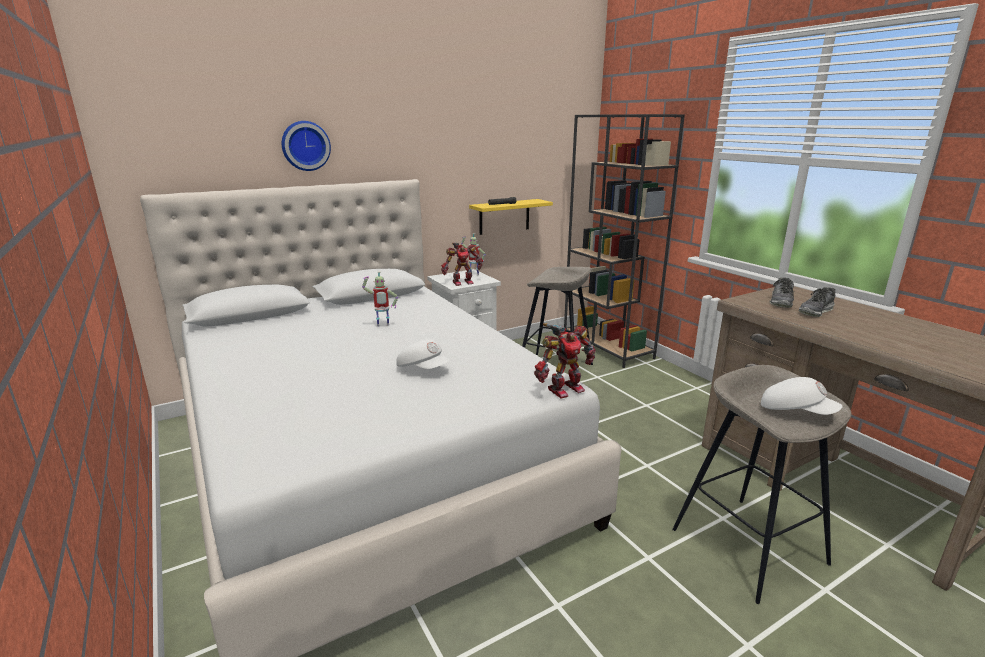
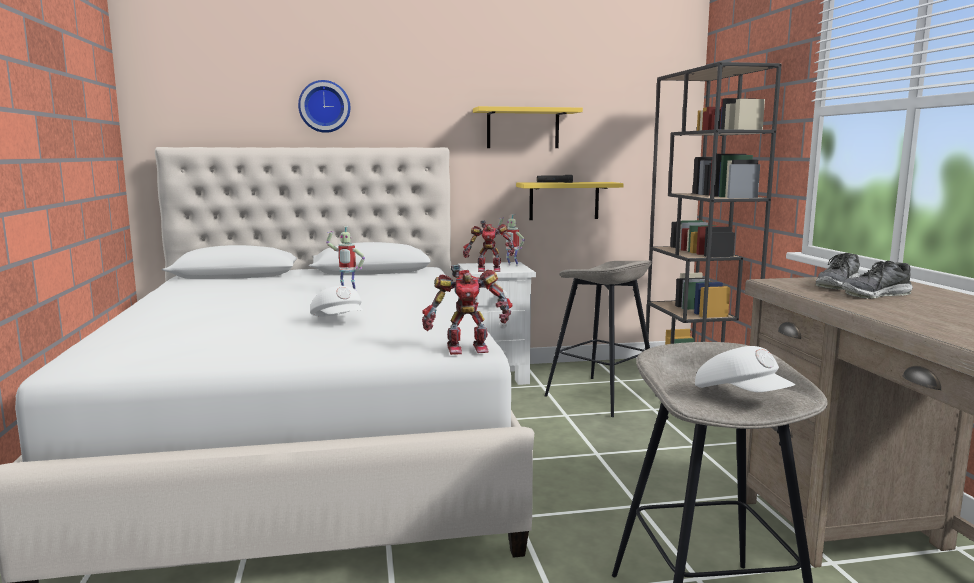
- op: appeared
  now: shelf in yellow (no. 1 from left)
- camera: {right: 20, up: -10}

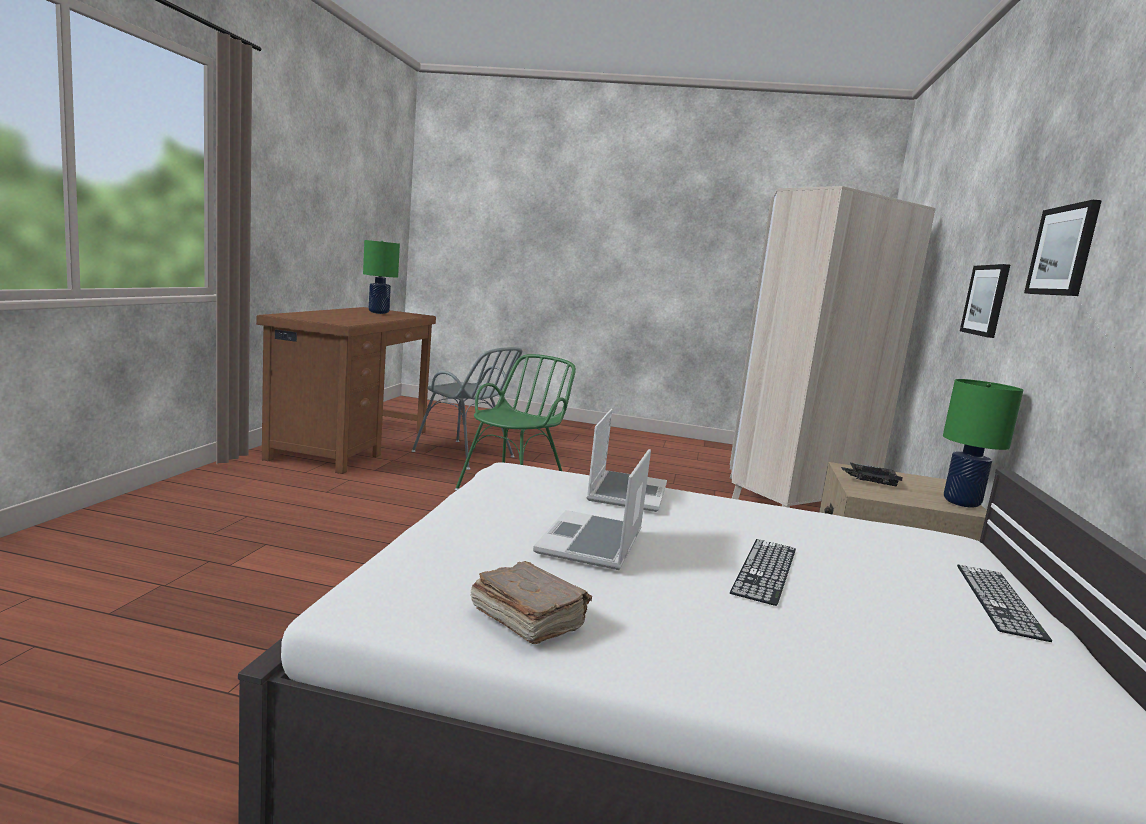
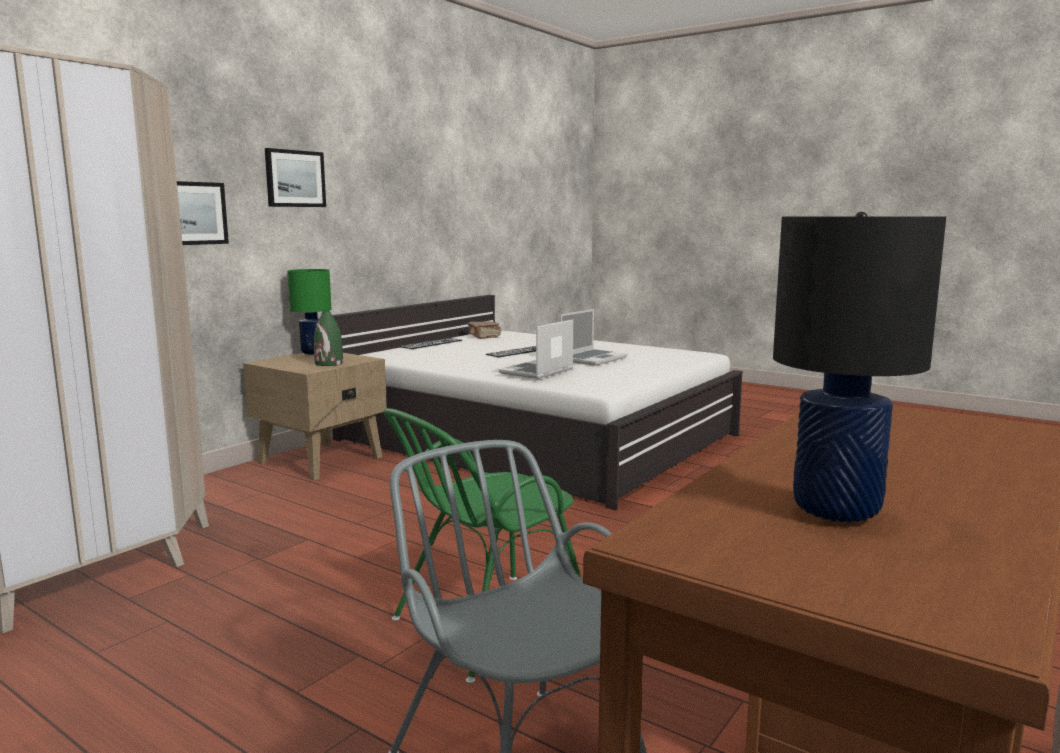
- op: colour
  was: table lamp in green (no. 1 from left)
  now: table lamp in black
- op: exchanged
  was: tray in black
  now: vase in green
- op: relocated
  was: book in brown
- camera: {right: -155, up: 0}

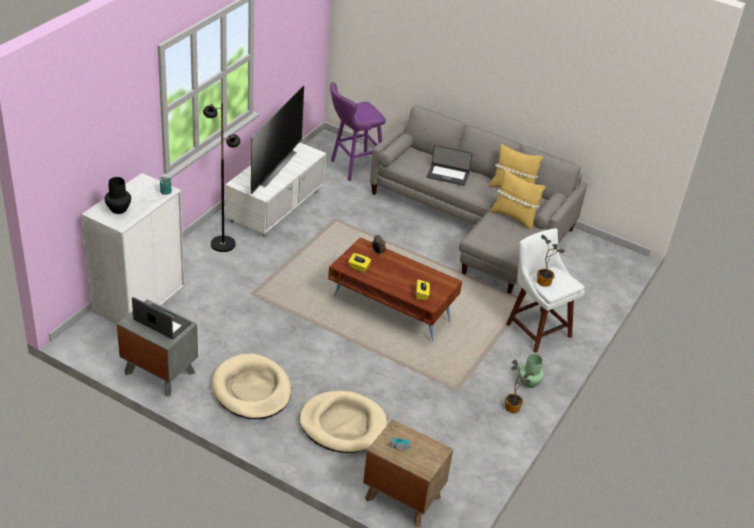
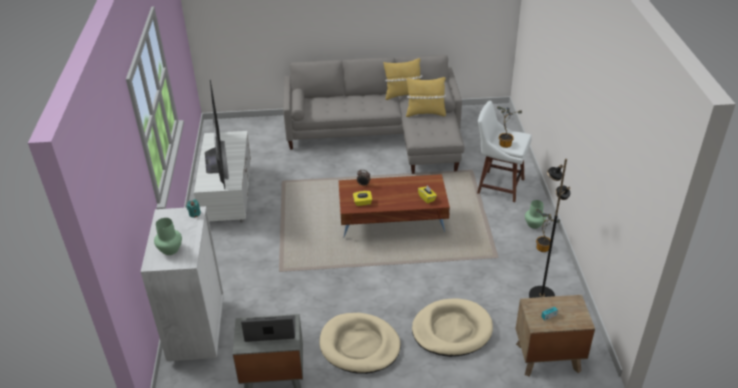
- op: missing
  was: stool in purple
- op: relocated
  was: floor lamp in black
- op: missing
  was: laptop (no. 2 from left)
- op: colour
  was: vase in black
  now: vase in green (no. 1 from left)
- camera: {right: -30, up: 0}

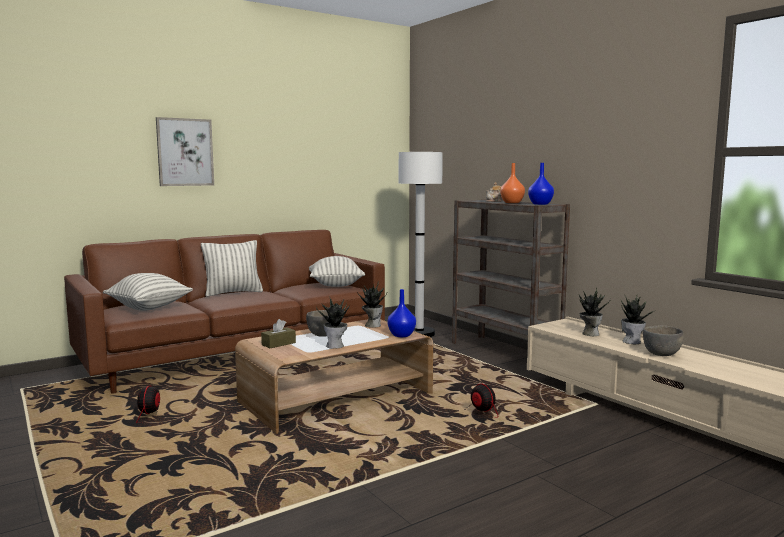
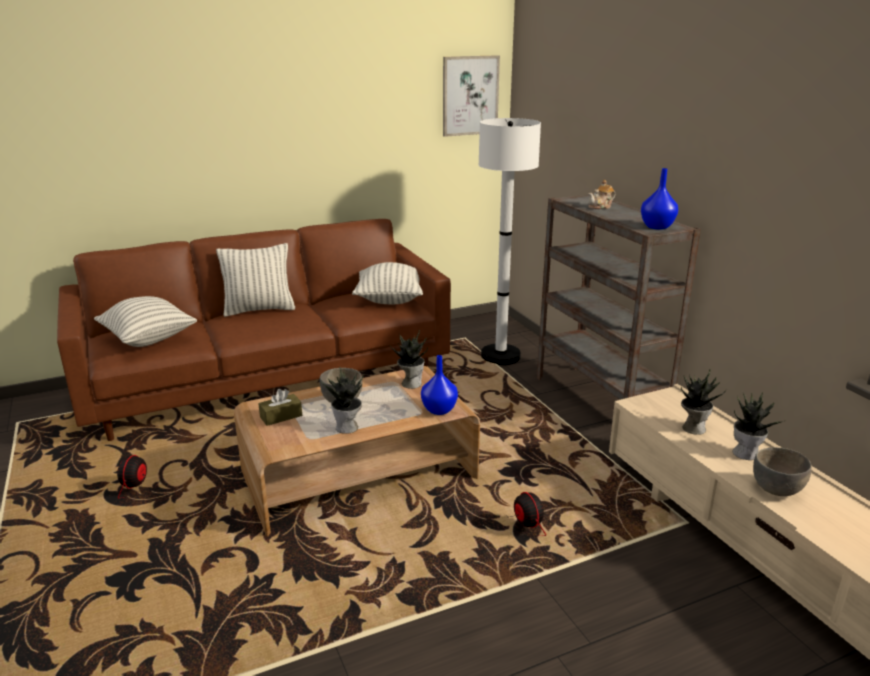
- op: relocated
  was: picture
- op: missing
  was: vase in orange
- camera: {right: 10, up: 15}

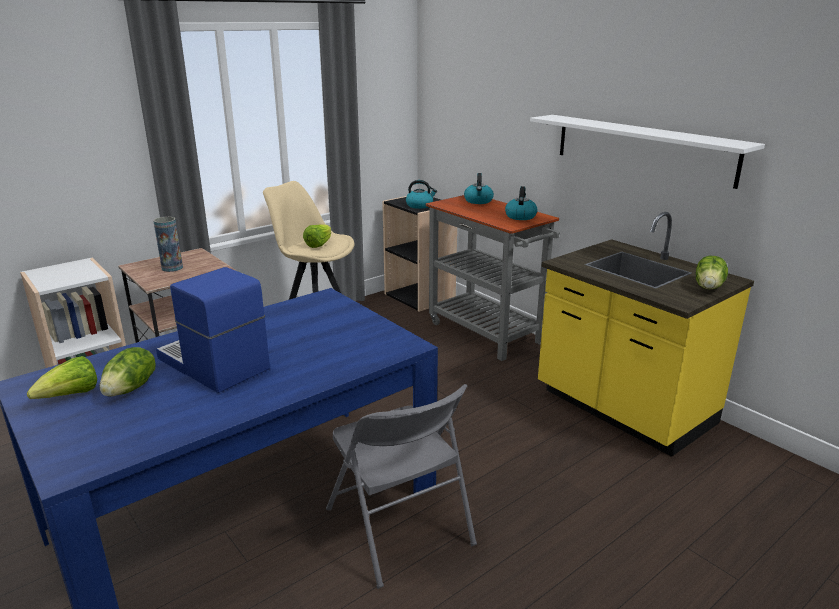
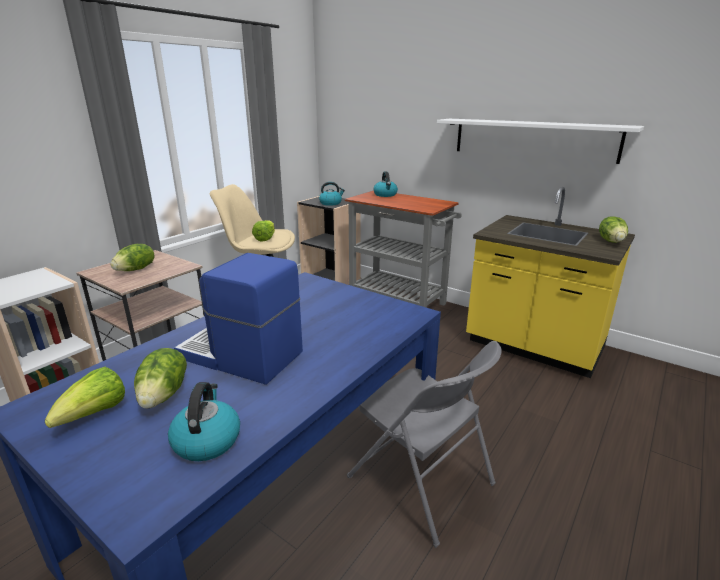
- op: relocated
  was: kettle (no. 3 from left in the first image)
  now: kettle (no. 1 from left)
- op: exchanged
  was: vase
  now: lettuce (no. 2 from left)
- camera: {right: -15, up: 0}

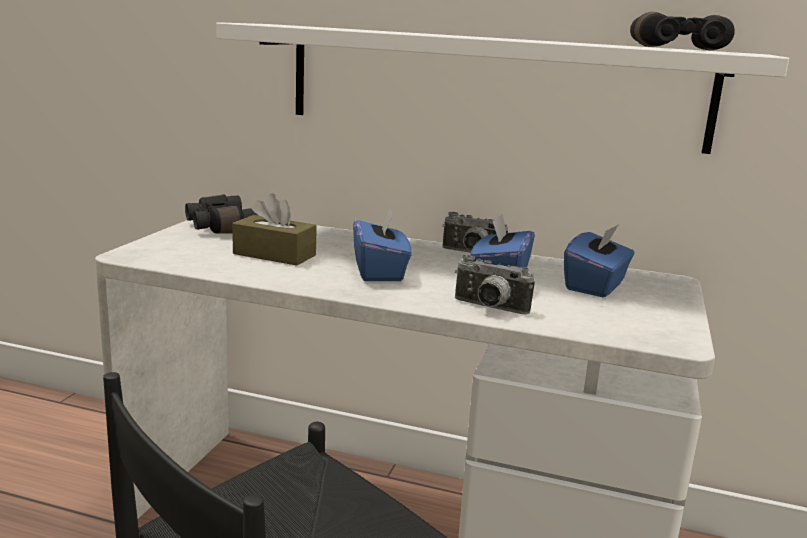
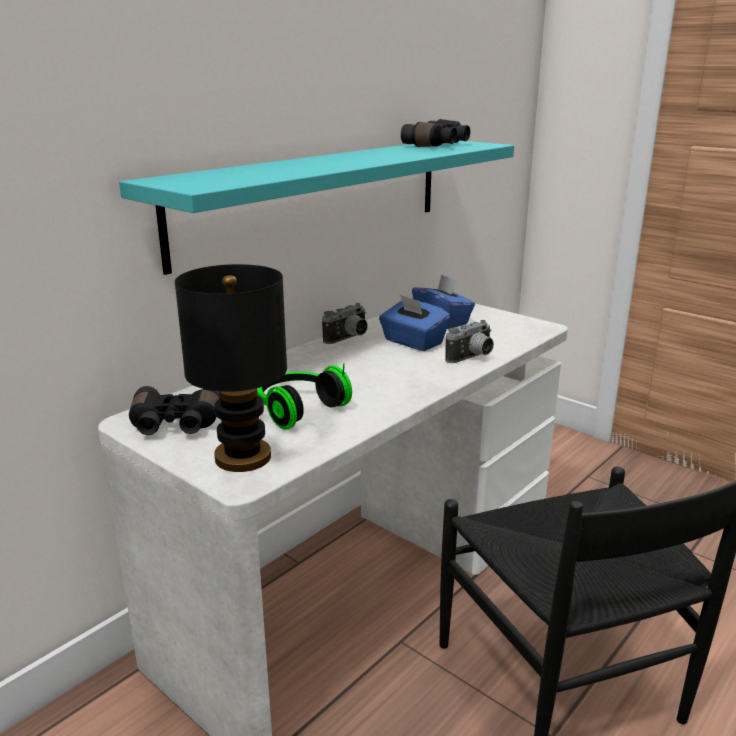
- op: colour
  was: shelf in white
  now: shelf in turquoise
- op: exchanged
  was: tissue box in brown
  now: headphones
- op: missing
  was: tissue box in blue (no. 1 from left)
- op: appeared
  now: table lamp in black
- camera: {right: -65, up: 5}

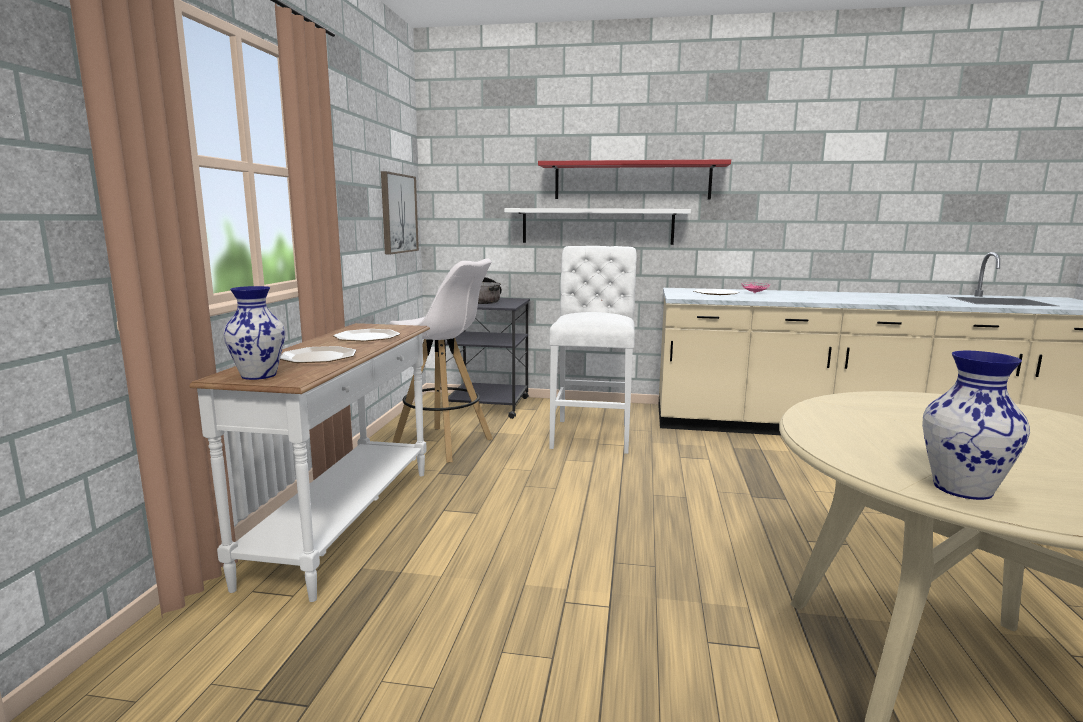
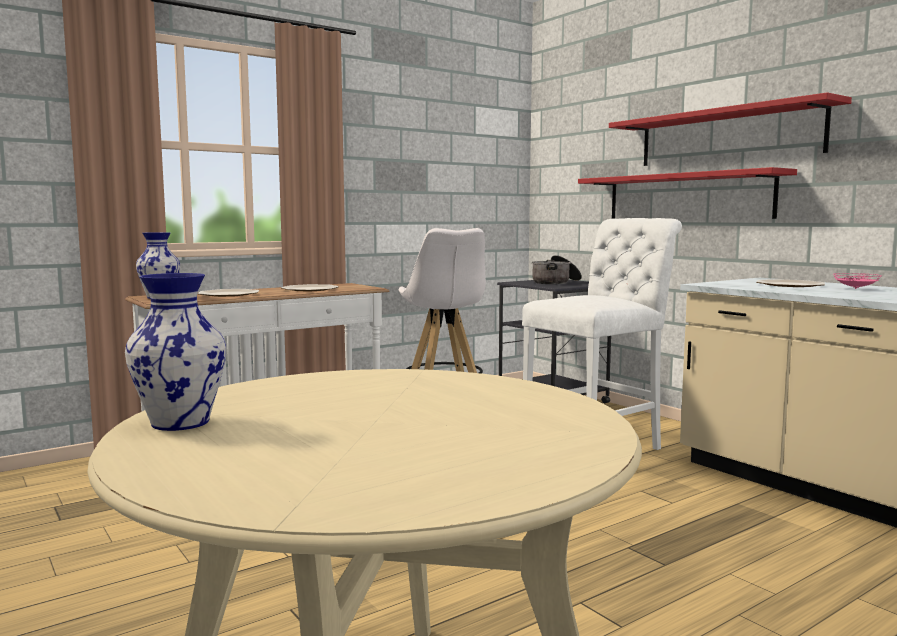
- op: missing
  was: picture
- op: colour
  was: shelf in white
  now: shelf in red (no. 1 from left)
- camera: {right: 45, up: -5}

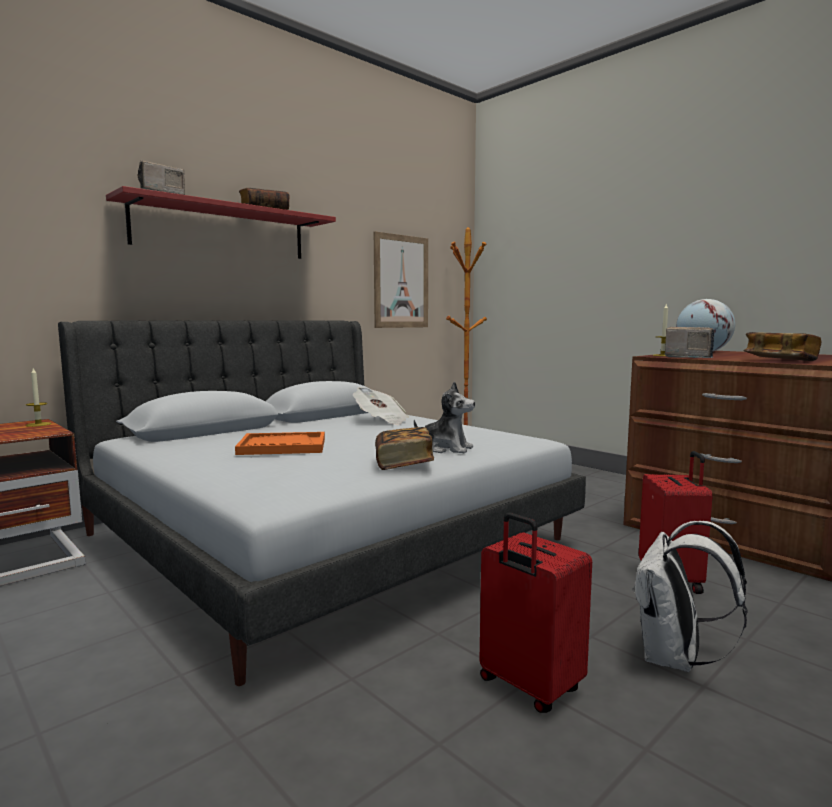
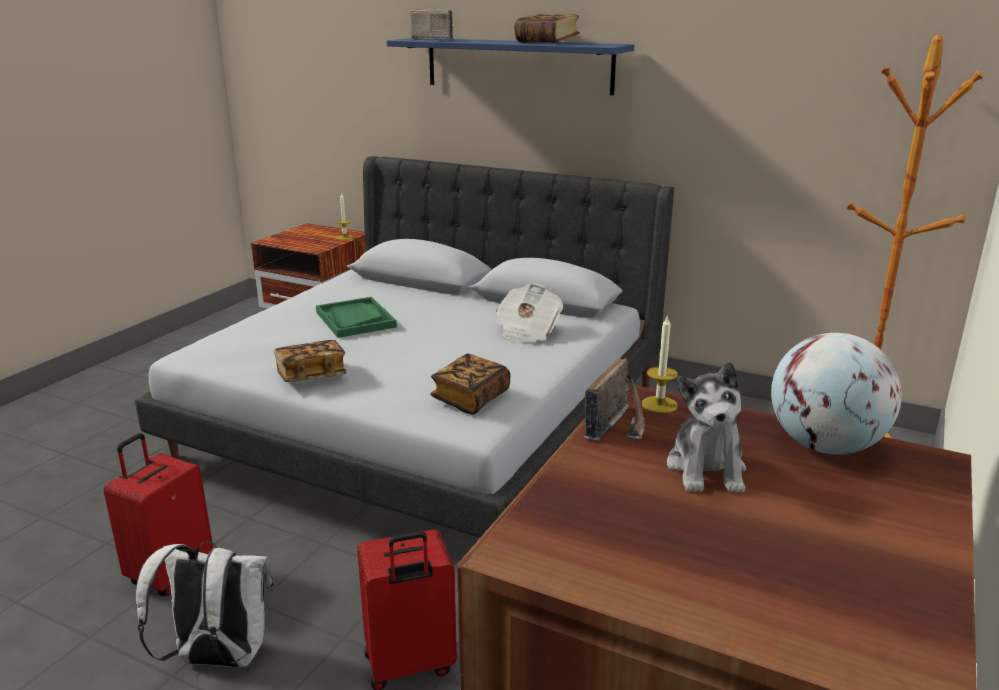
- op: colour
  was: shelf in red
  now: shelf in blue
- op: missing
  was: picture
- op: relocated
  was: book (no. 3 from left in the first image)
  now: book (no. 2 from left)
- op: relocated
  was: plush toy
- op: colour
  was: tray in orange
  now: tray in green
- camera: {right: 70, up: 15}

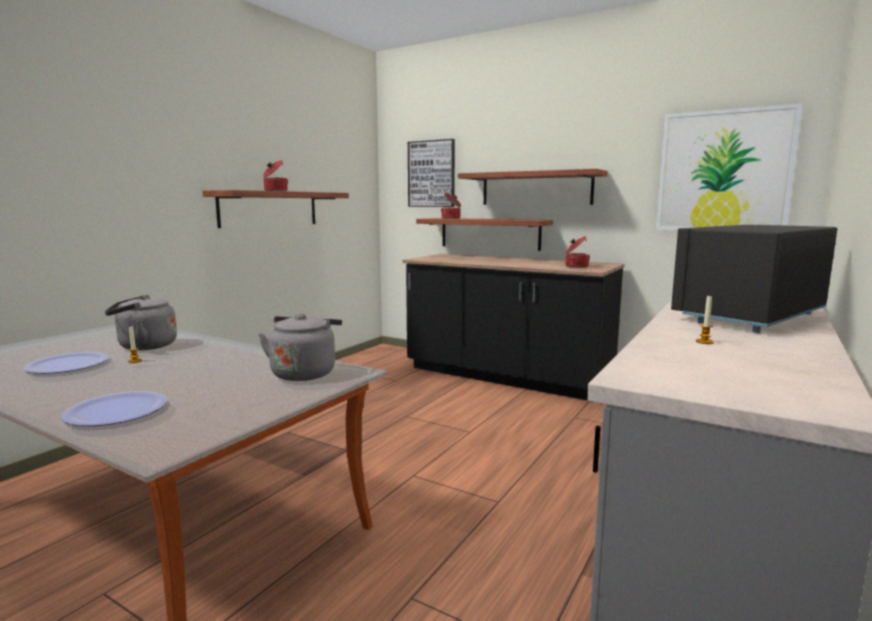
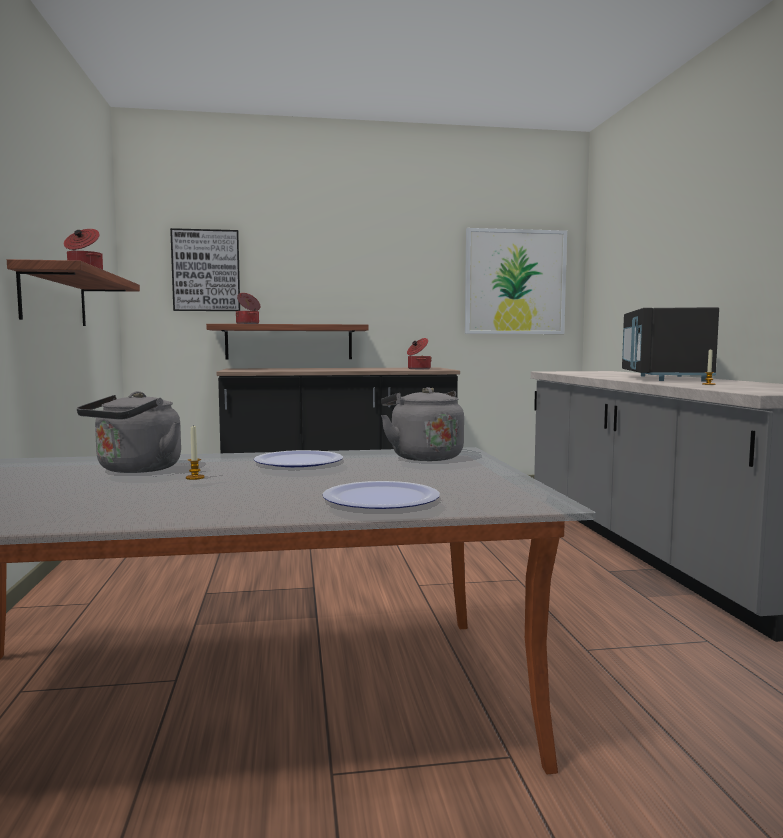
- op: missing
  was: shelf (no. 3 from left)
- op: relocated
  was: plate (no. 1 from left)
- camera: {right: -40, up: -5}

